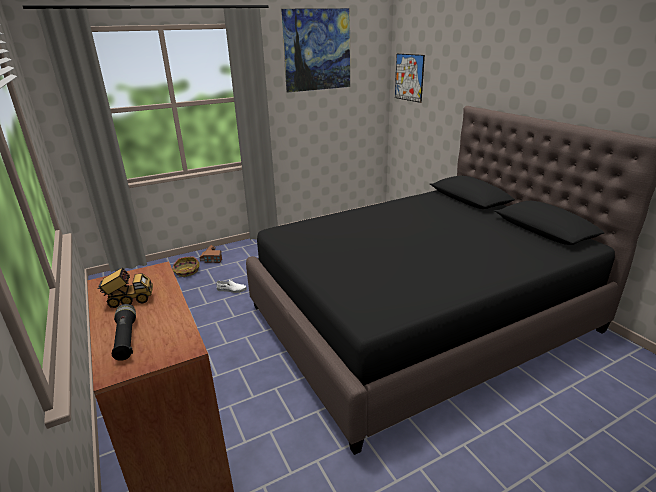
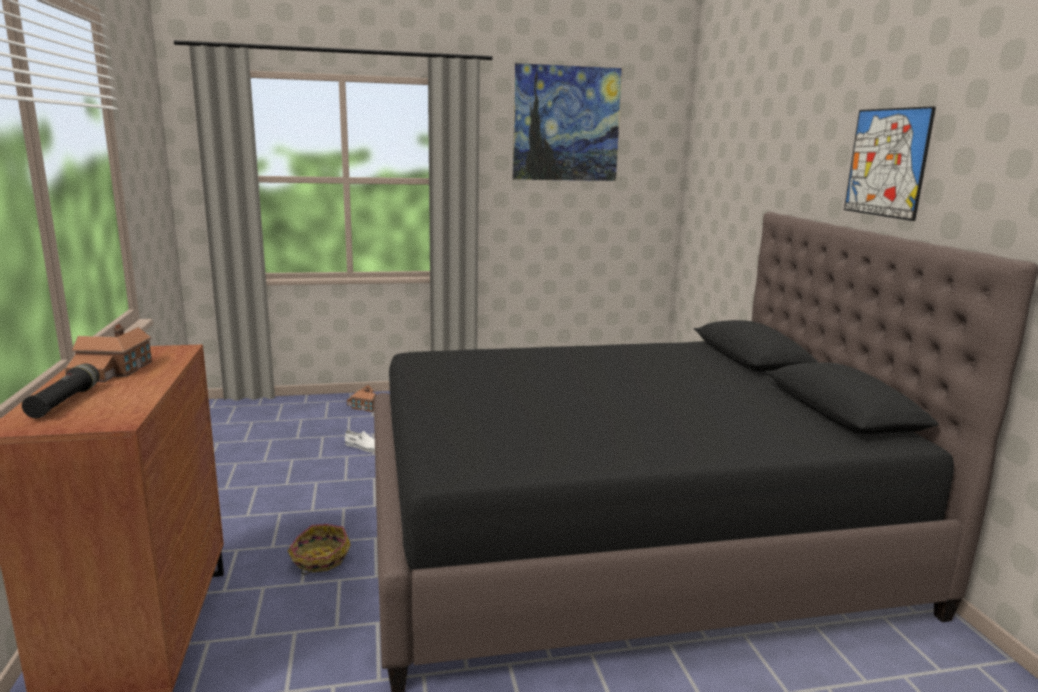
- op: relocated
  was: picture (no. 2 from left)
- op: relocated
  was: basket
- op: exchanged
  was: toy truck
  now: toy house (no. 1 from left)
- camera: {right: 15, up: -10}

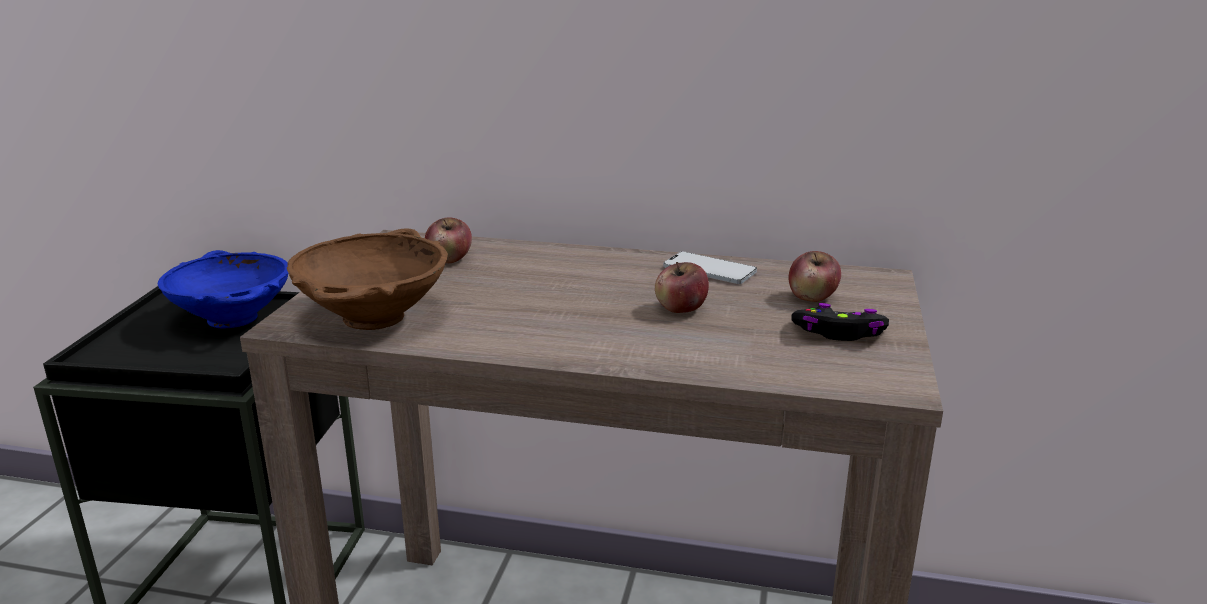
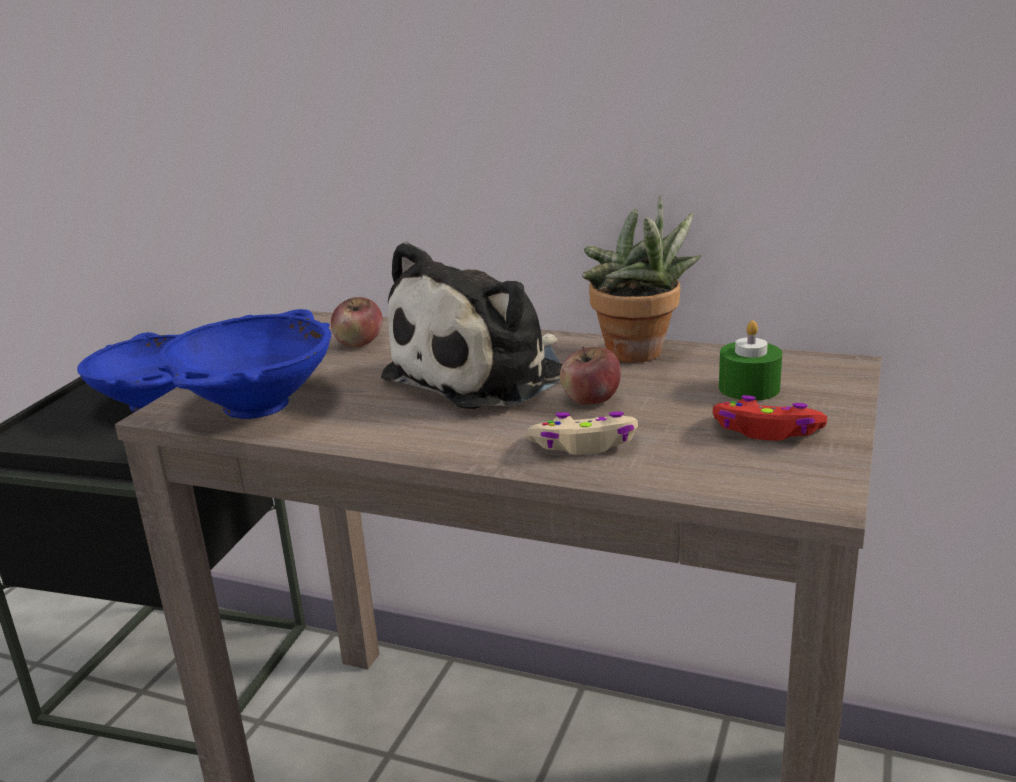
- op: colour
  was: bowl in brown
  now: bowl in blue (no. 2 from left)
- op: exchanged
  was: apple (no. 3 from left)
  now: candle in green
- op: exchanged
  was: phone
  now: potted plant
- op: colour
  was: game controller in black
  now: game controller in red
- op: appeared
  now: plush toy
- op: appeared
  now: game controller in beige
- camera: {right: 10, up: 0}

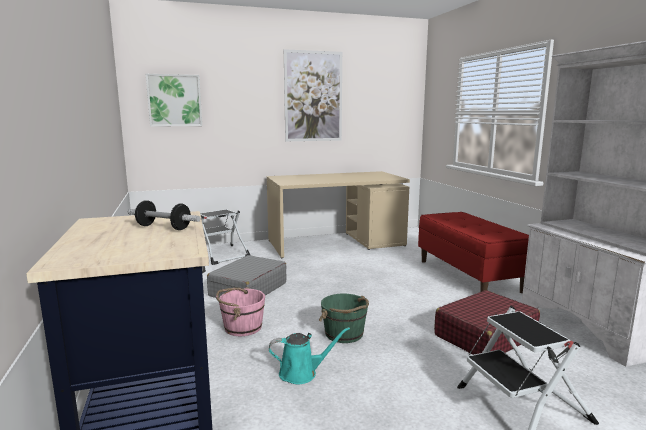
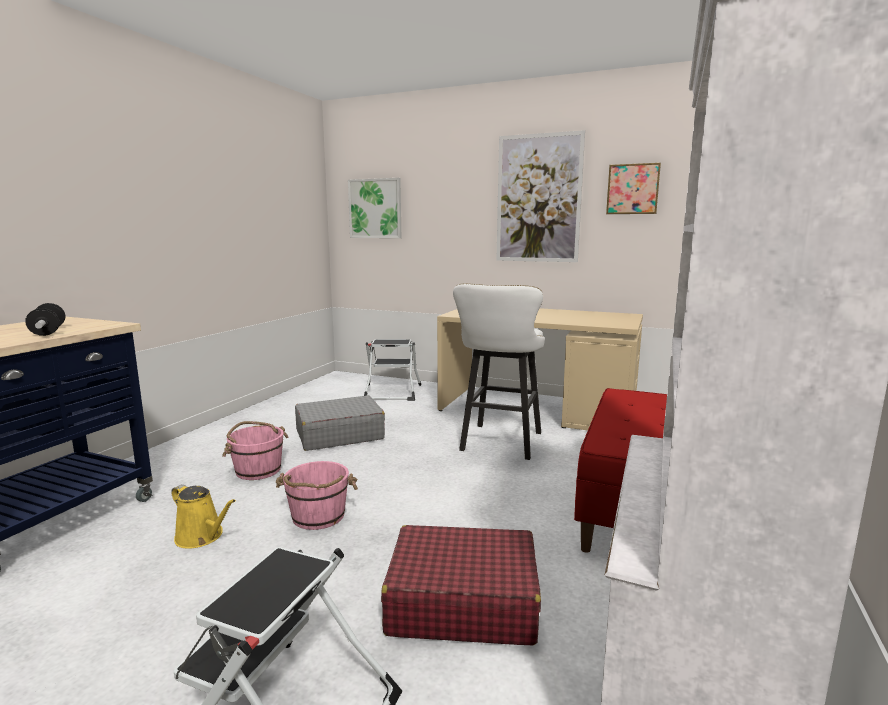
- op: colour
  was: bucket in green
  now: bucket in pink (no. 2 from left)
- op: colour
  was: watering can in turquoise
  now: watering can in yellow
- op: appeared
  now: picture (no. 3 from left)
- op: appeared
  now: stool in white
- camera: {right: 40, up: 0}

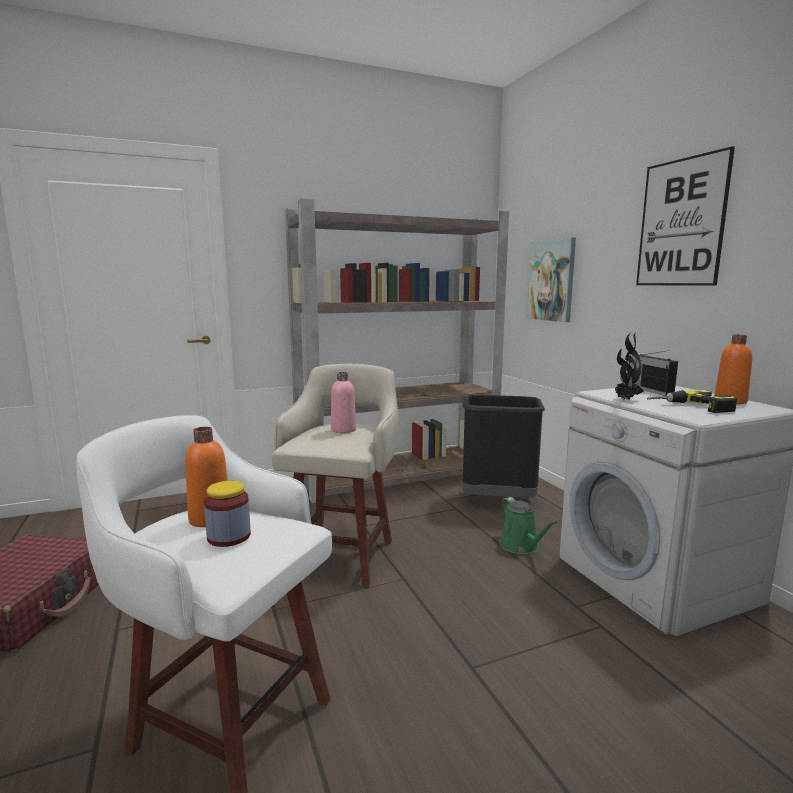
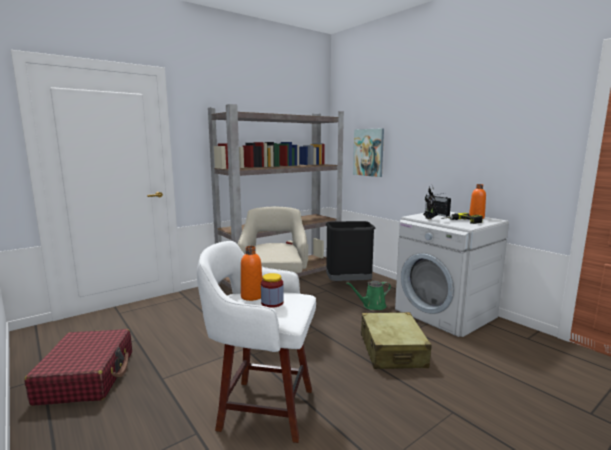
- op: missing
  was: picture (no. 2 from left)
- op: missing
  was: bottle in pink
- op: spun
  was: watering can in green
  clockwise: 105
- op: appeared
  now: suitcase in beige
- camera: {right: -15, up: 0}

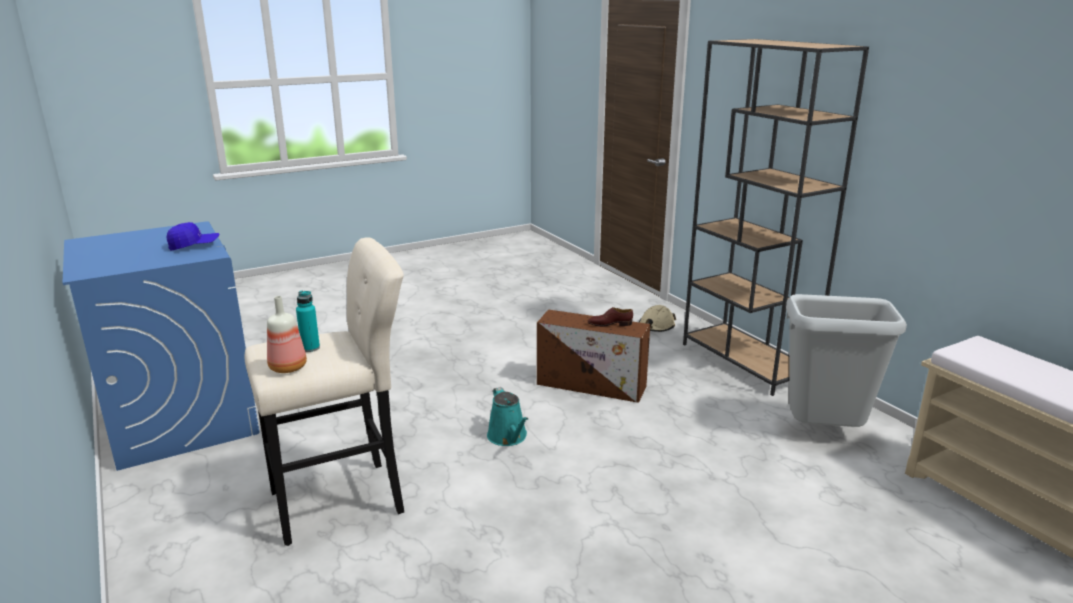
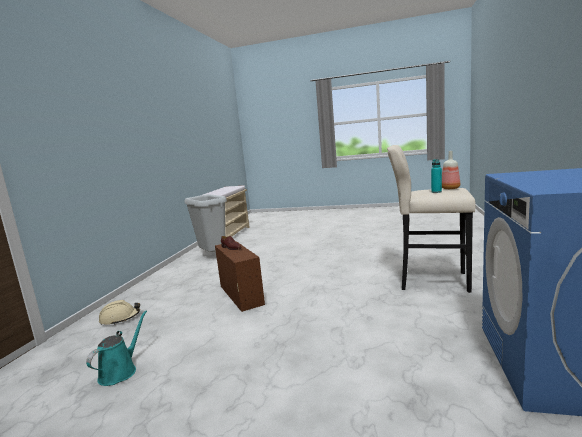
- op: missing
  was: bookcase
- op: missing
  was: cap in blue
- op: relocated
  was: watering can in turquoise
- camera: {right: -135, up: -10}

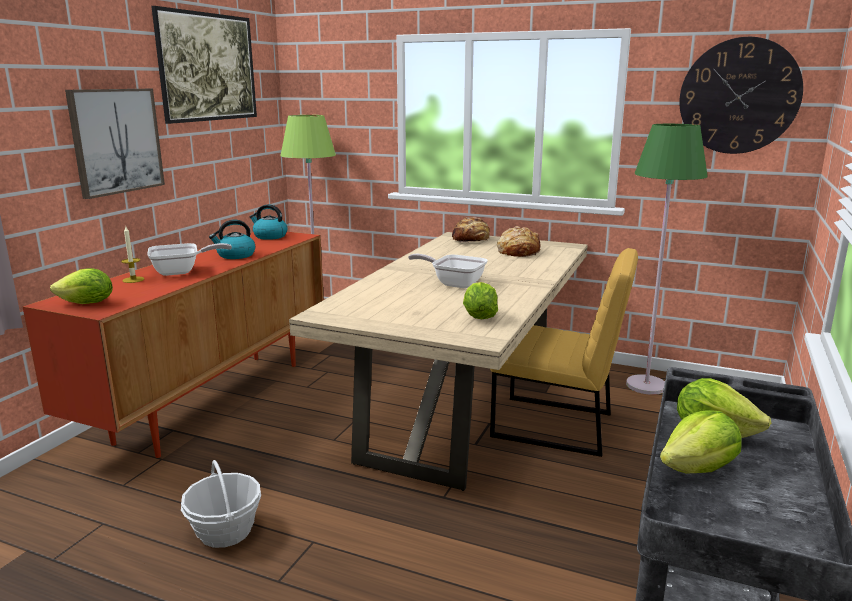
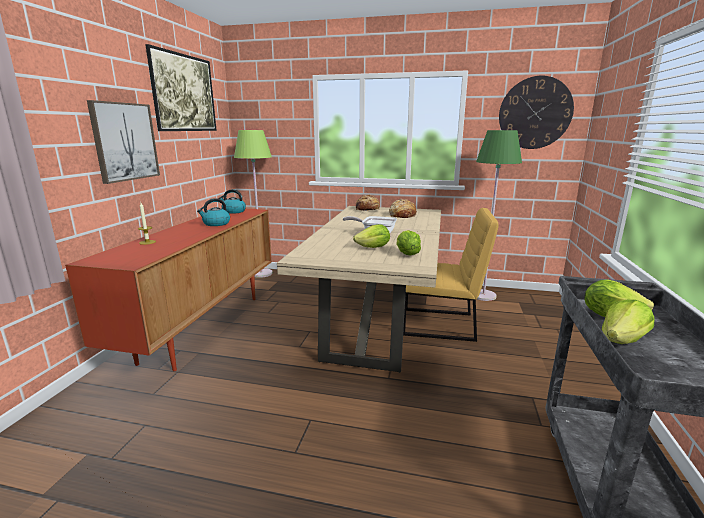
- op: missing
  was: frying pan (no. 1 from left)
- op: relocated
  was: lettuce (no. 1 from left)
- op: missing
  was: basket
- camera: {right: -10, up: 0}

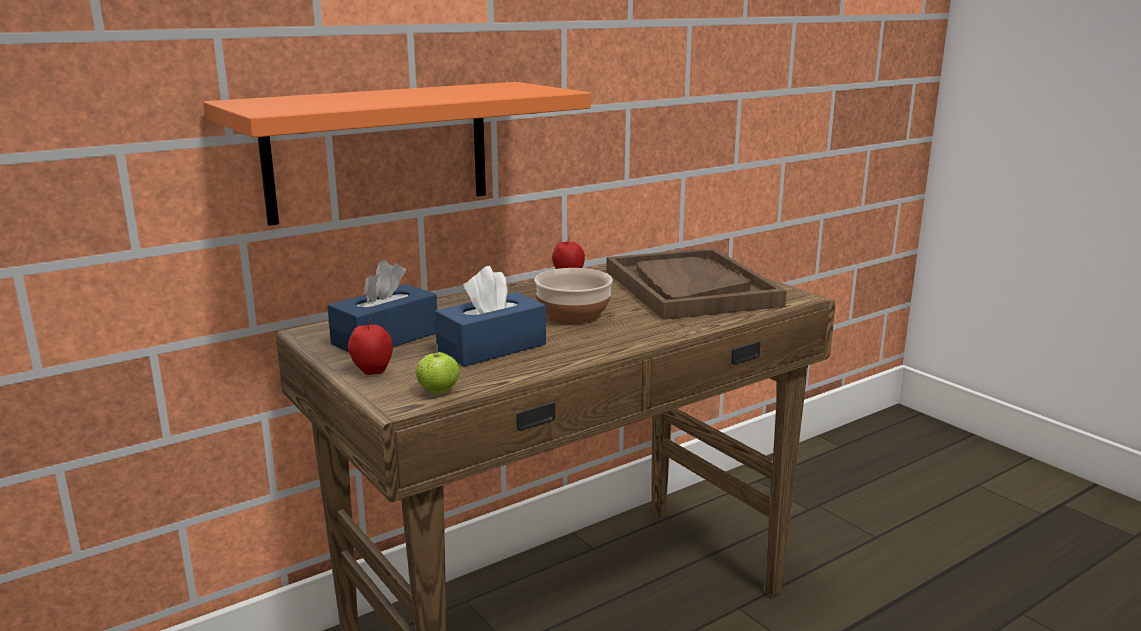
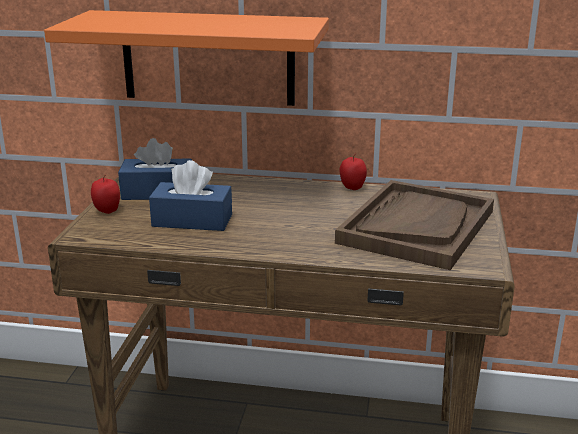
- op: missing
  was: bowl
- op: missing
  was: apple (no. 2 from left)
- camera: {right: 45, up: 5}

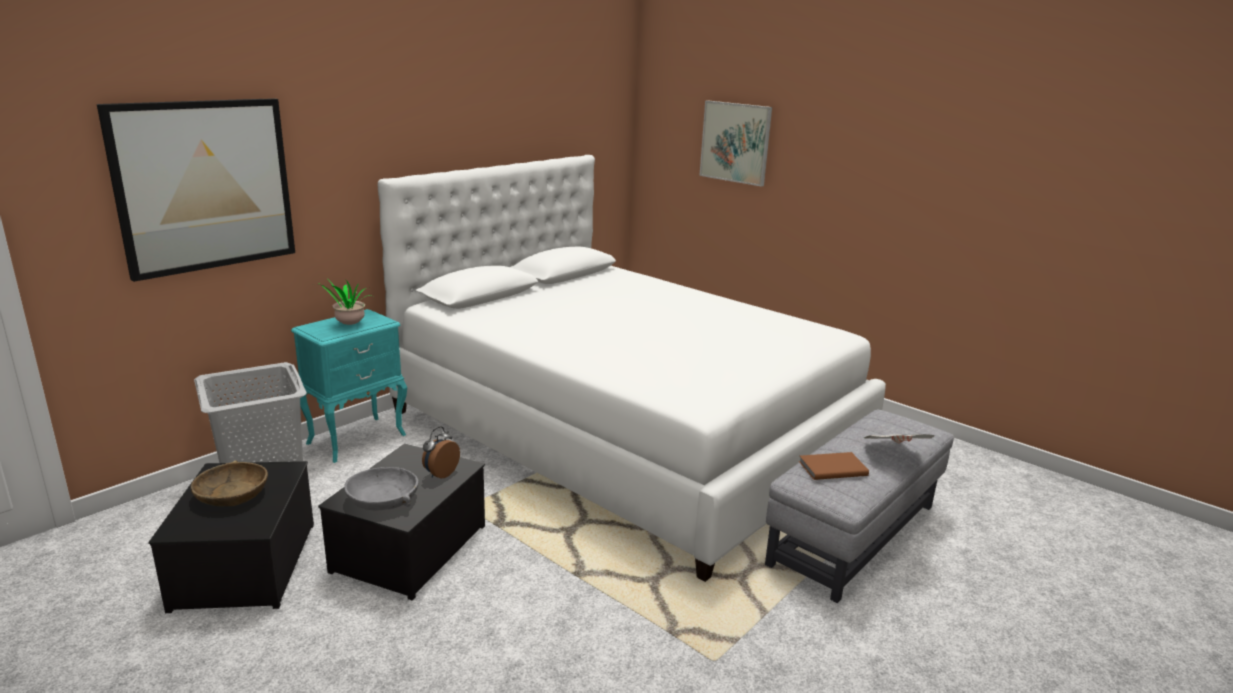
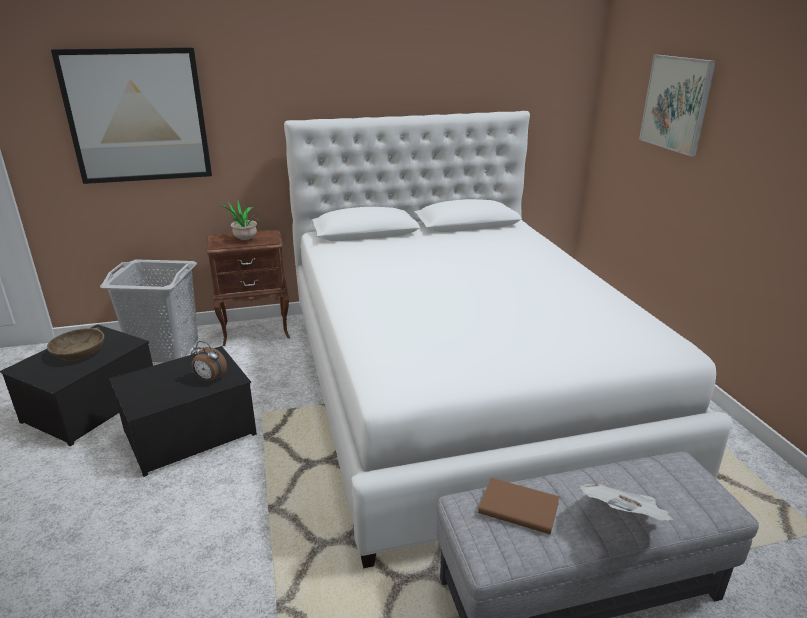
- op: colour
  was: nightstand in turquoise
  now: nightstand in brown
- op: spun
  was: alarm clock
  clockwise: -135
- op: missing
  was: bowl in grey
- camera: {right: 35, up: 5}

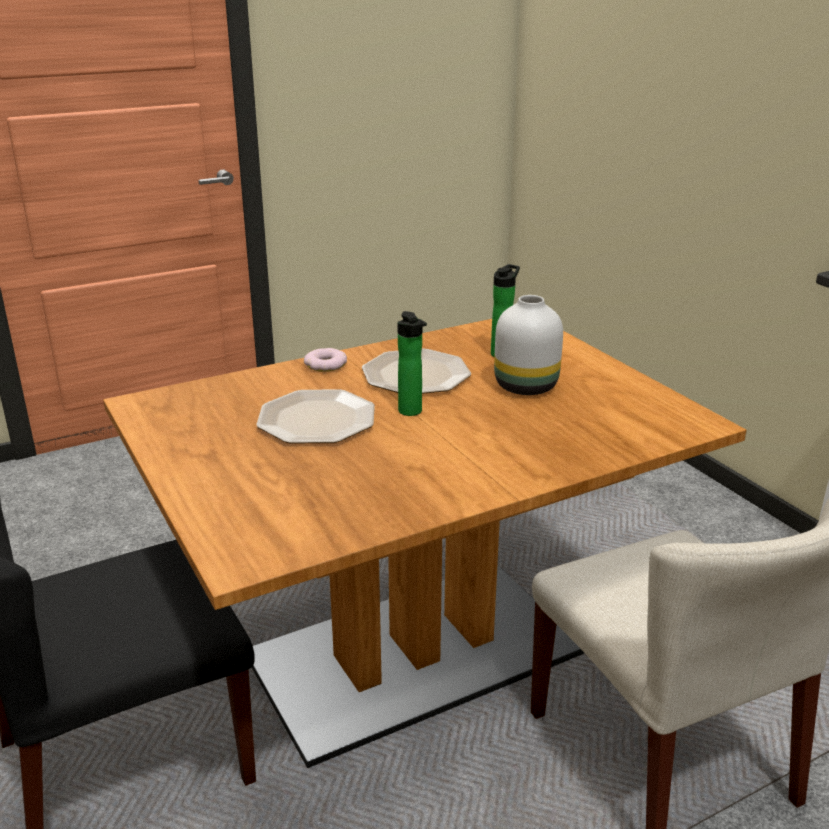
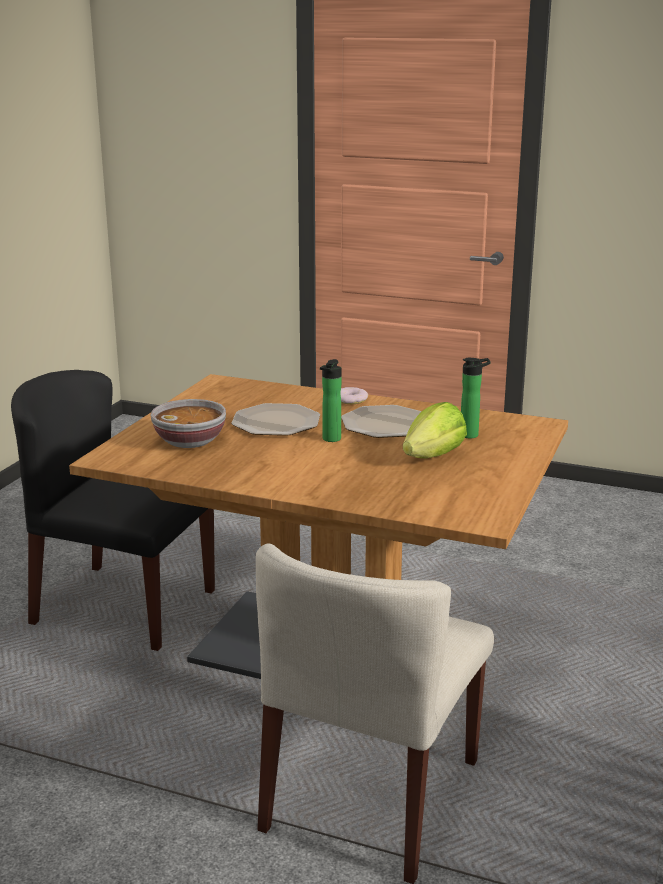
- op: exchanged
  was: vase in white
  now: lettuce
- op: appeared
  now: bowl
- camera: {right: 50, up: -5}

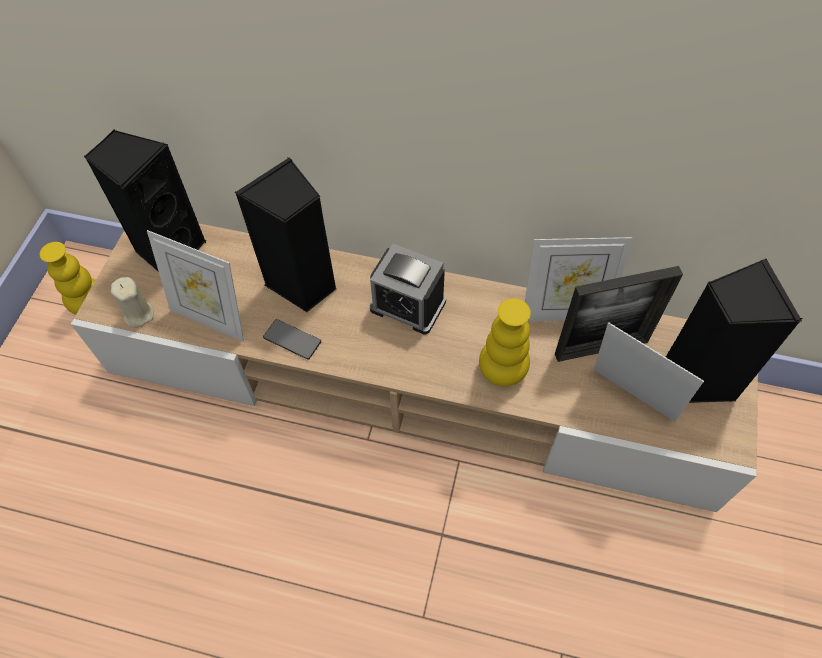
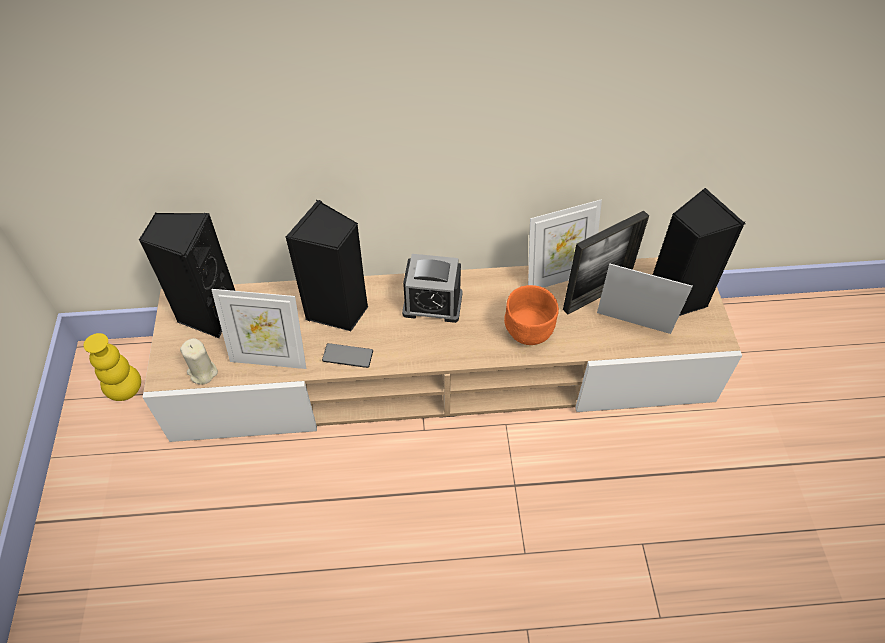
- op: exchanged
  was: vase in yellow (no. 2 from left)
  now: bowl in orange
- camera: {right: -20, up: -5}

